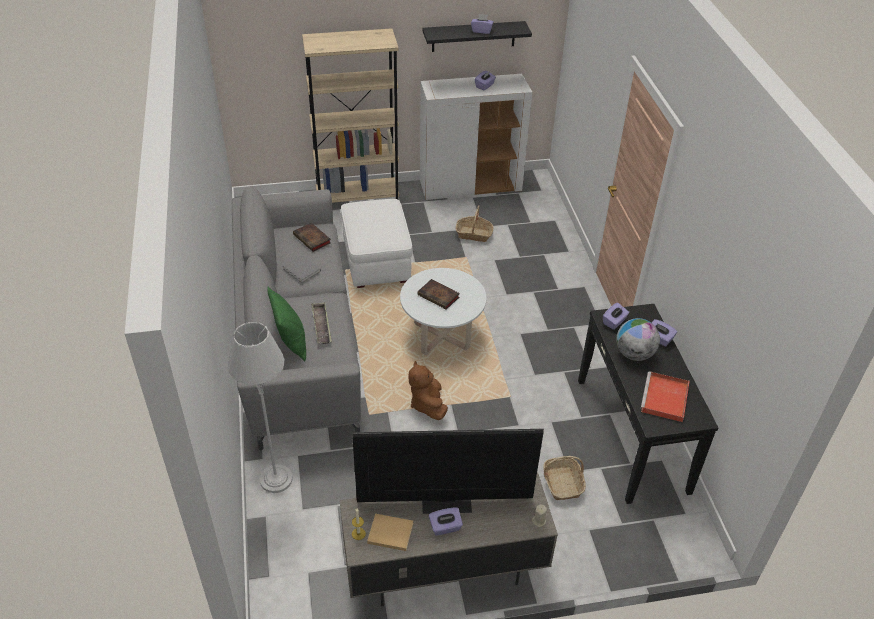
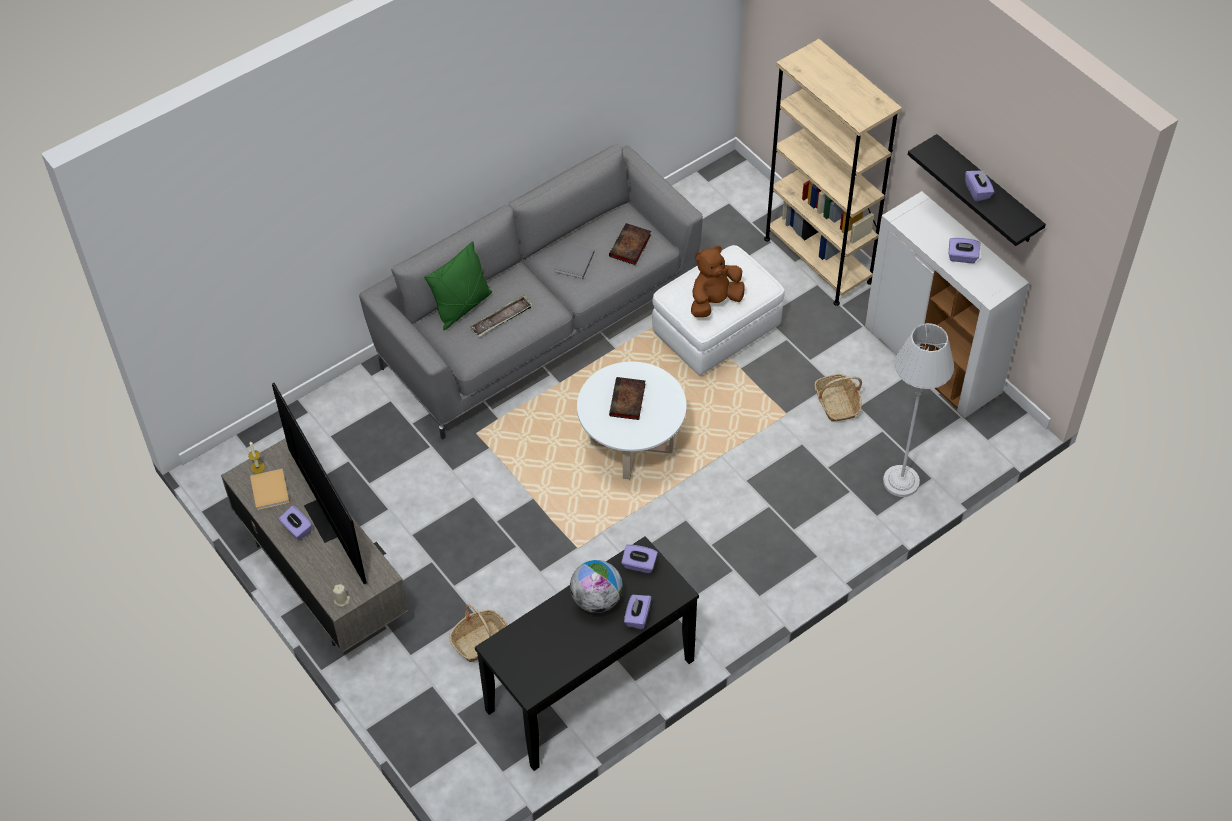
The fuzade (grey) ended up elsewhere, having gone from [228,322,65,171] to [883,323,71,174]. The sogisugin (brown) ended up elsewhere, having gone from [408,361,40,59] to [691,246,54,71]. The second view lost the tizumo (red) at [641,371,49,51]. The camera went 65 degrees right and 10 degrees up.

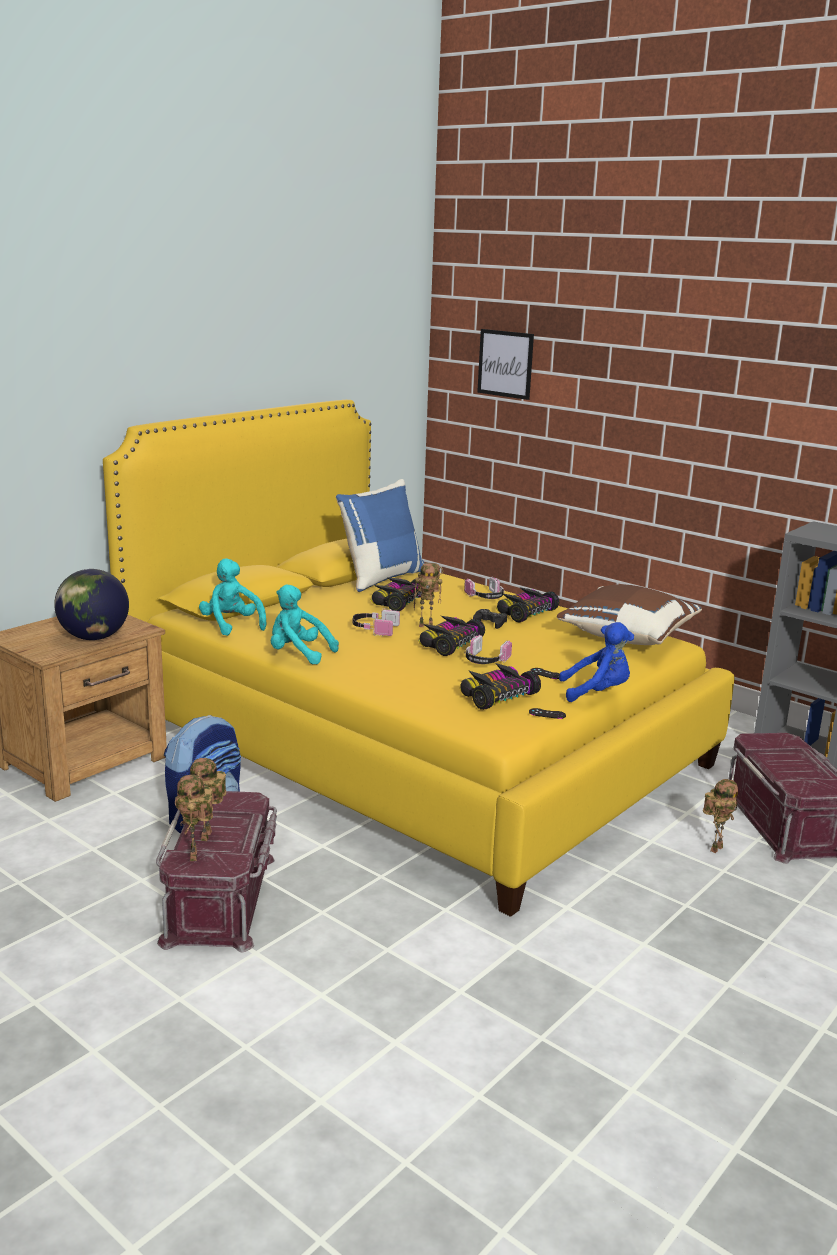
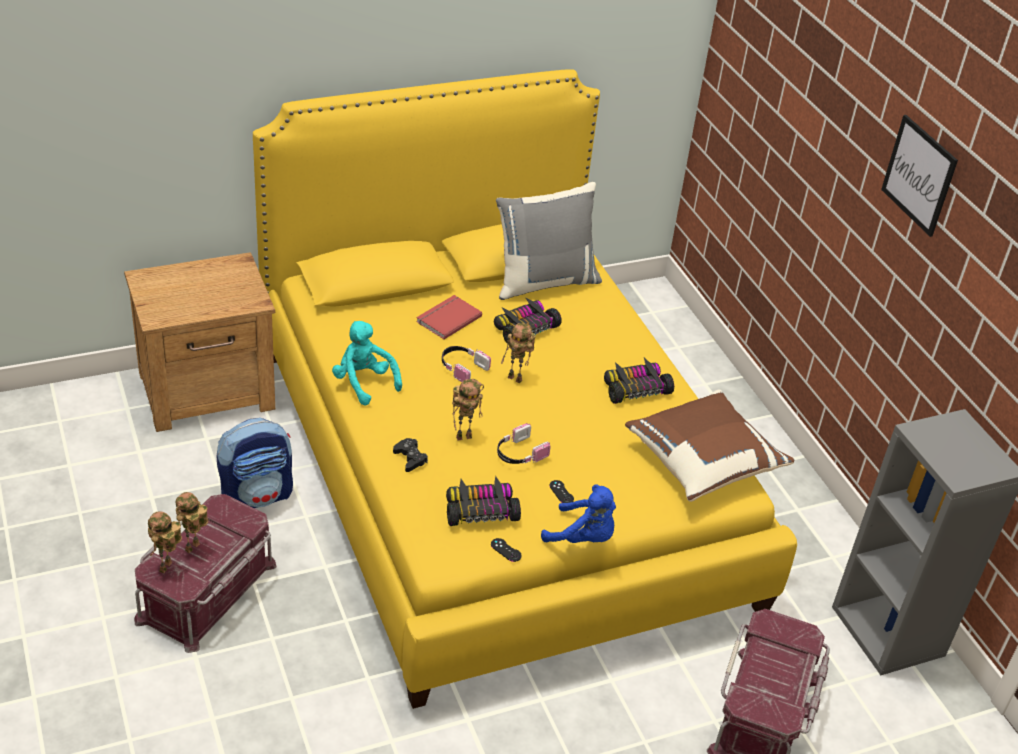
The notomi ended up elsewhere, having gone from [477,329,57,71] to [881,115,77,122]. What was the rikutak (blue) at [336,479,88,113] turned into the rikutak (grey) at [496,182,106,118]. The second view lost the sogisugin (turquoise) at [199,558,67,78]. The second view lost the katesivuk at [54,569,75,71]. The second view lost the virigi at [464,577,41,22]. The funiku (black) ended up elsewhere, having gone from [473,609,34,20] to [393,438,35,34]. The second view lost the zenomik at [418,616,67,40]. The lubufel ended up elsewhere, having gone from [703,779,35,74] to [452,379,32,62]. The second view gained the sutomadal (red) at [416,295,66,44]. The camera went 25 degrees right and 20 degrees up.

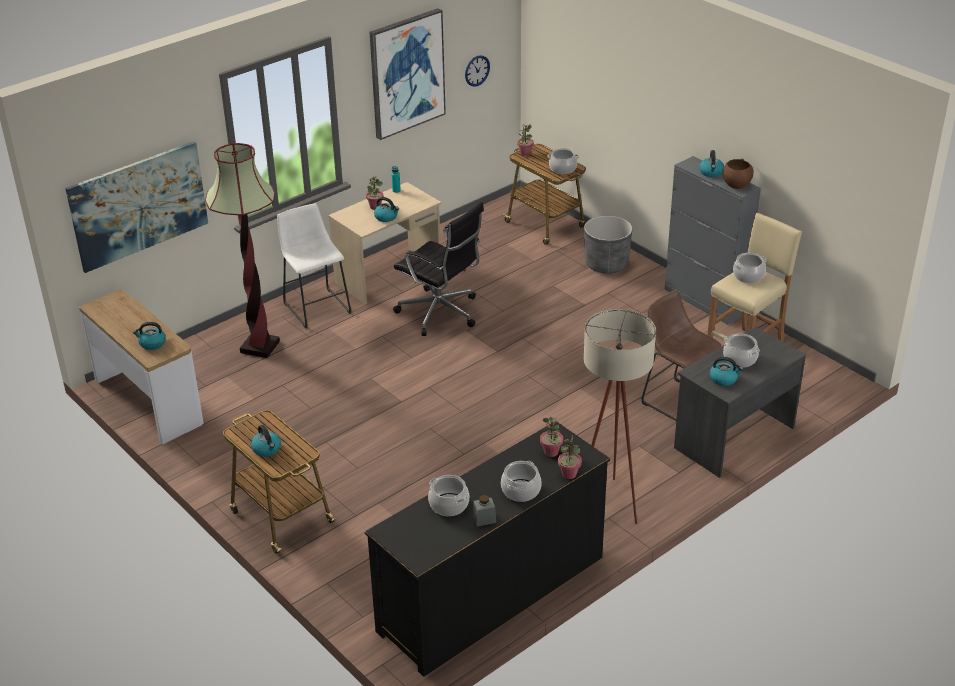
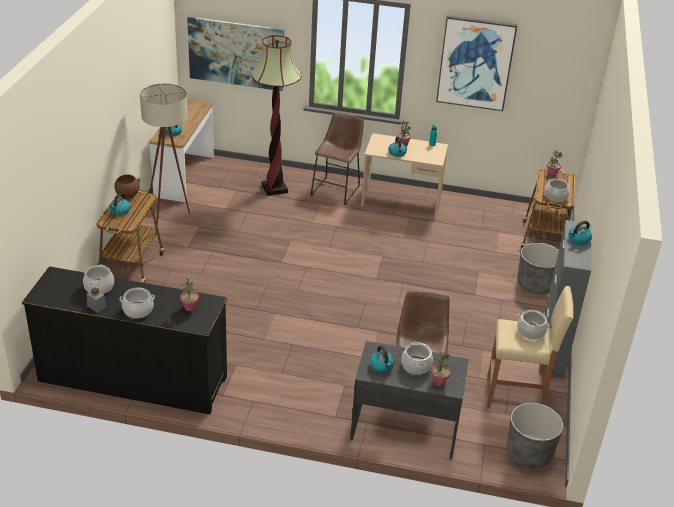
The second view lost the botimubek at [465,55,25,32]. The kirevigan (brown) ended up elsewhere, having gone from [723,158,30,31] to [114,175,27,24]. The second view lost the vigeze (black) at [393,202,91,134]. What was the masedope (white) at [277,204,74,125] turned into the masedope (brown) at [311,112,53,93]. The fuzade (beige) ended up elsewhere, having gone from [584,309,72,215] to [140,83,50,143]. The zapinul ended up elsewhere, having gone from [558,436,24,43] to [431,353,20,33]. The second view gained the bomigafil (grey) at [507,403,56,65]. The camera went 50 degrees right and 0 degrees up.

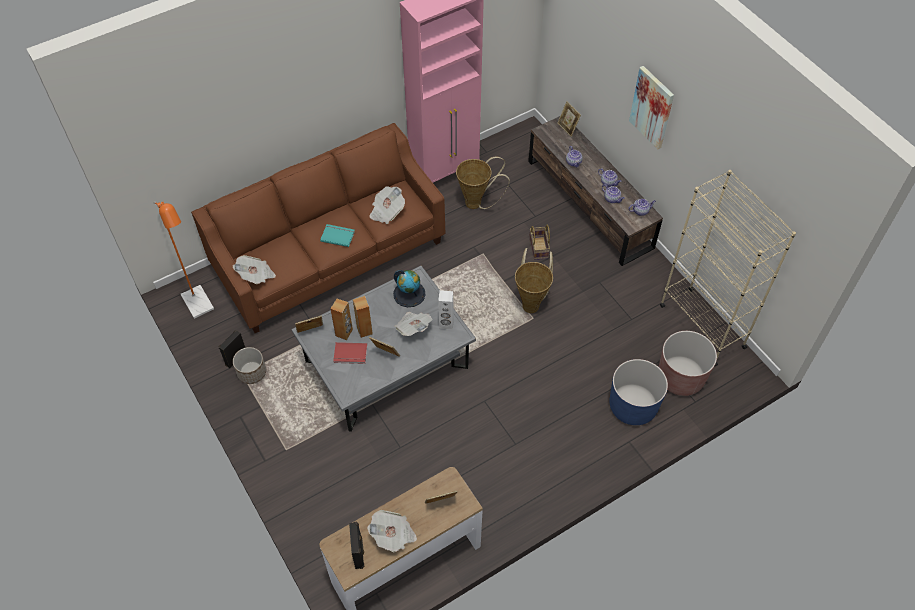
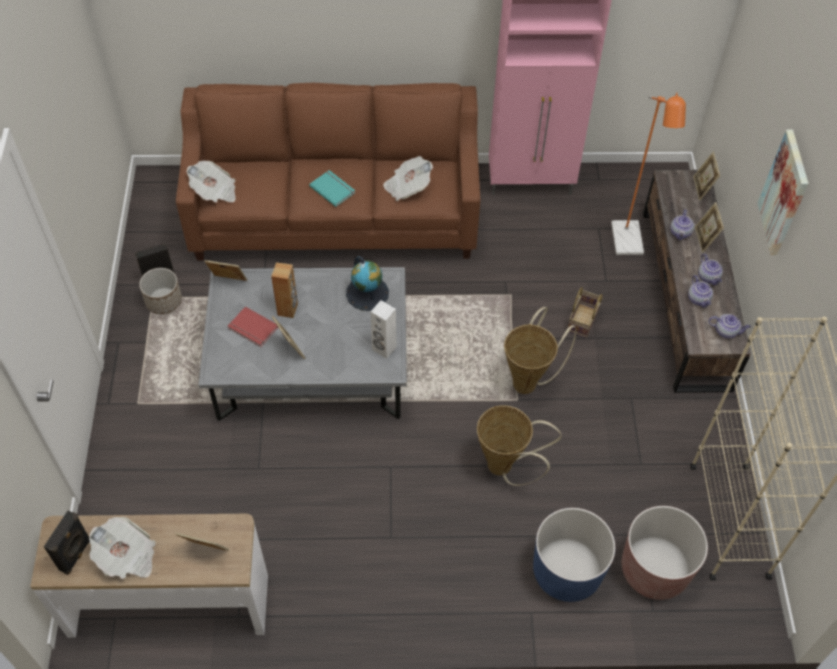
The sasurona ended up elsewhere, having gone from [456,156,54,53] to [477,405,85,81]. The fuzade (orange) ended up elsewhere, having gone from [153,201,61,118] to [611,93,75,162]. The second view lost the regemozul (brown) at [330,299,23,41]. The second view lost the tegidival at [394,312,39,24]. The second view gained the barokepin at [695,202,29,51]. The camera went 30 degrees right and 0 degrees up.

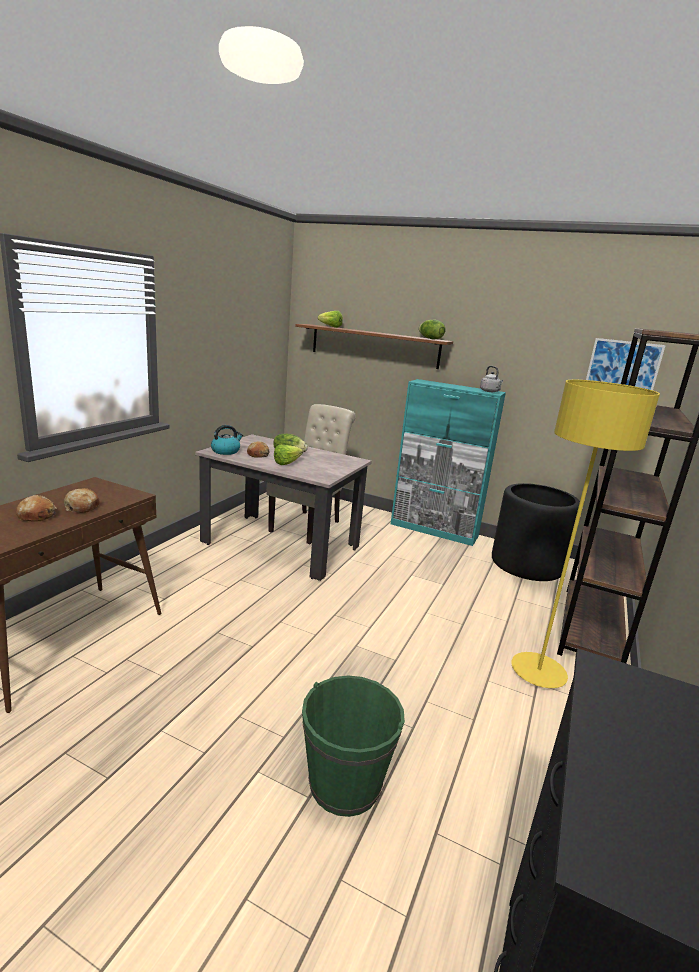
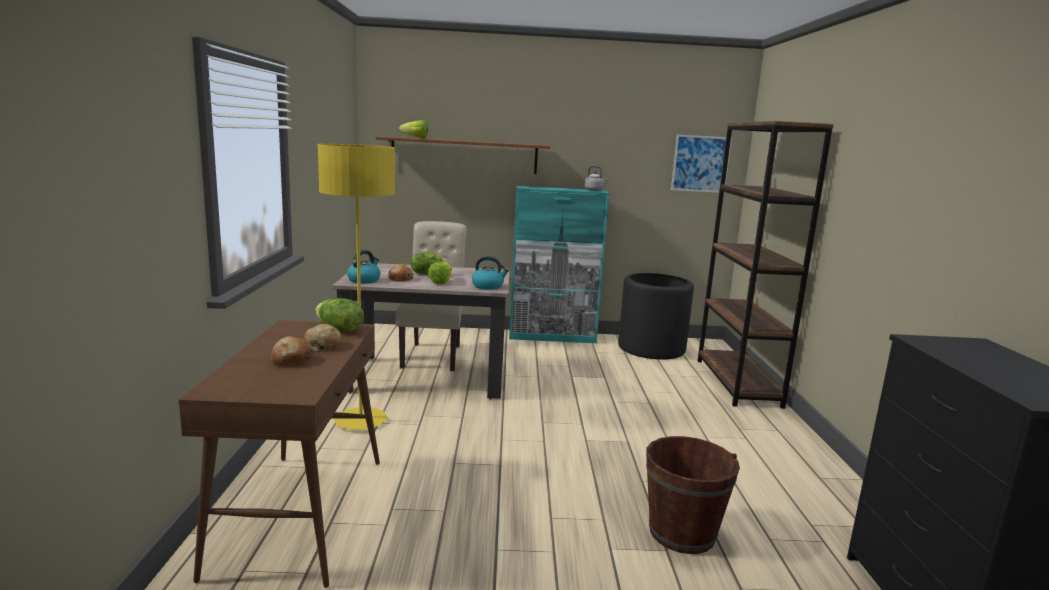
The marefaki ended up elsewhere, having gone from [419,320,27,20] to [315,298,49,33]. The fuzade (yellow) ended up elsewhere, having gone from [511,380,149,308] to [318,144,77,286]. What was the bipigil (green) at [302,675,103,142] turned into the bipigil (brown) at [646,436,94,118]. The second view gained the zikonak at [472,256,37,34]. The camera went 25 degrees left and 5 degrees down.

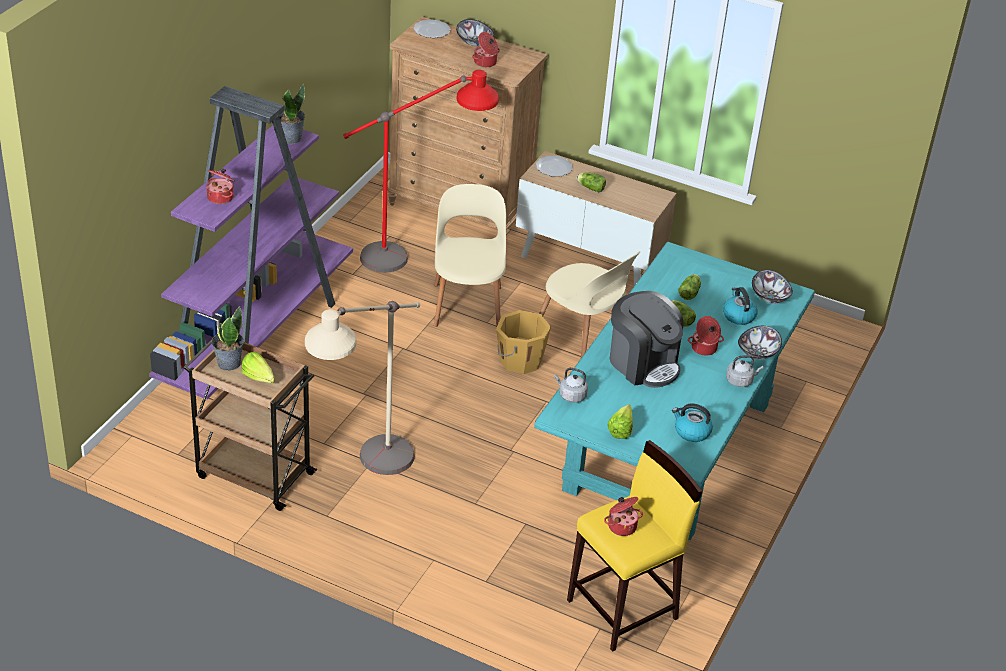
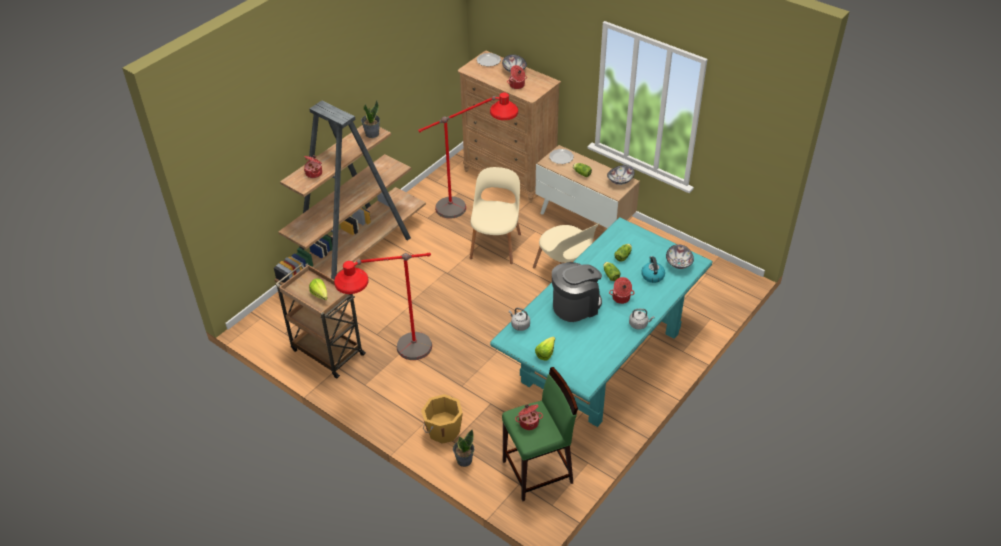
What was the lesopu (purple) at [149,86,204,314] turned into the lesopu (brown) at [274,101,152,184]. The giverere at [610,291,74,97] ended up facing another way, 90 degrees counterclockwise from before. What was the fuzade (beige) at [305,301,115,174] turned into the fuzade (red) at [334,252,98,108]. The zapinul ended up elsewhere, having gone from [212,306,32,65] to [453,430,21,37]. The bipigil (orange) ended up elsewhere, having gone from [496,310,55,64] to [421,394,42,50]. The kirevigan ended up elsewhere, having gone from [738,326,44,34] to [607,165,28,20]. The second view lost the zikonak at [672,403,41,39]. What was the masedope (yellow) at [567,440,136,212] turned into the masedope (green) at [502,367,76,134]. The camera went 15 degrees right and 5 degrees up.

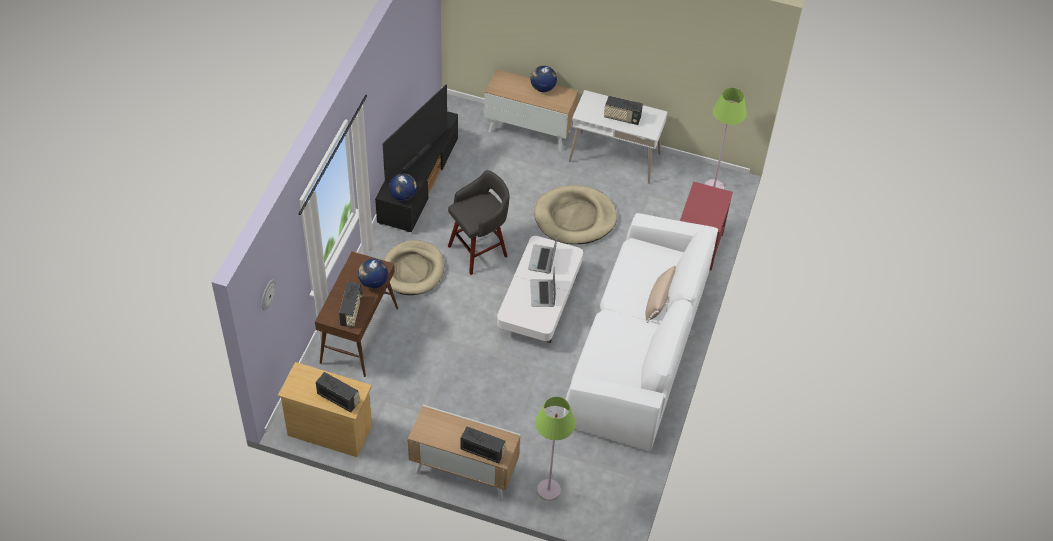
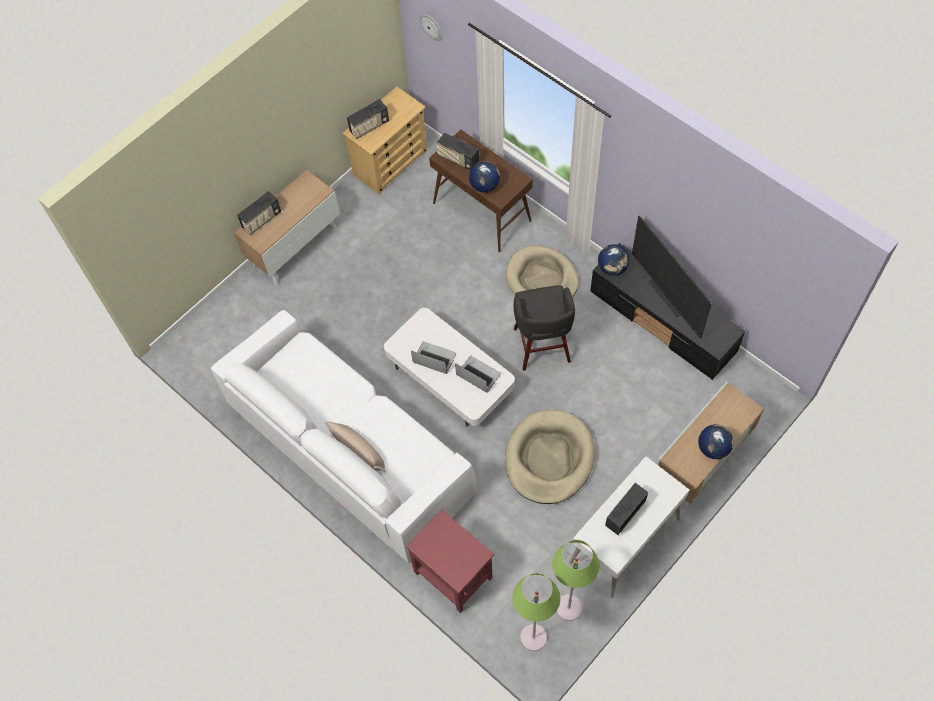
The fuzade (green) ended up elsewhere, having gone from [535,397,41,104] to [552,540,47,81]. The camera went 120 degrees right and 10 degrees up.

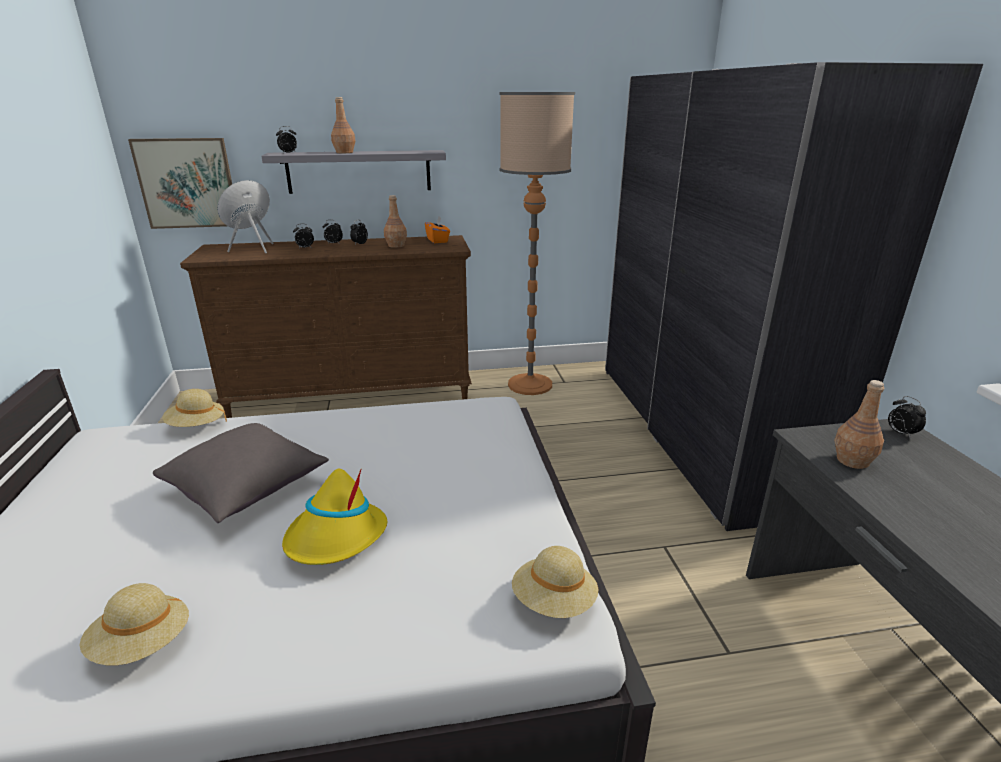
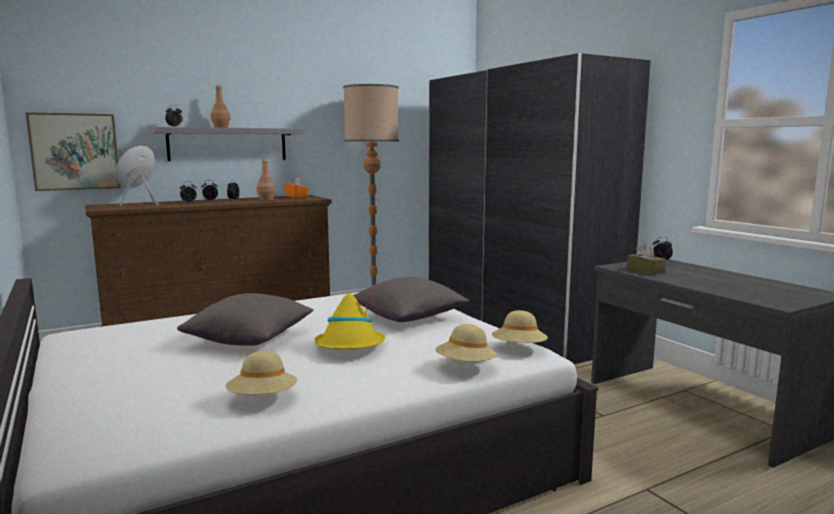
Where the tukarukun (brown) stood at [834,380,50,89], the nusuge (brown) came to stand at [627,243,39,32]. The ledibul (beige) ended up elsewhere, having gone from [162,389,65,38] to [435,324,62,37]. The second view gained the rikutak (grey) at [353,277,116,45]. The camera went 20 degrees left and 15 degrees down.

